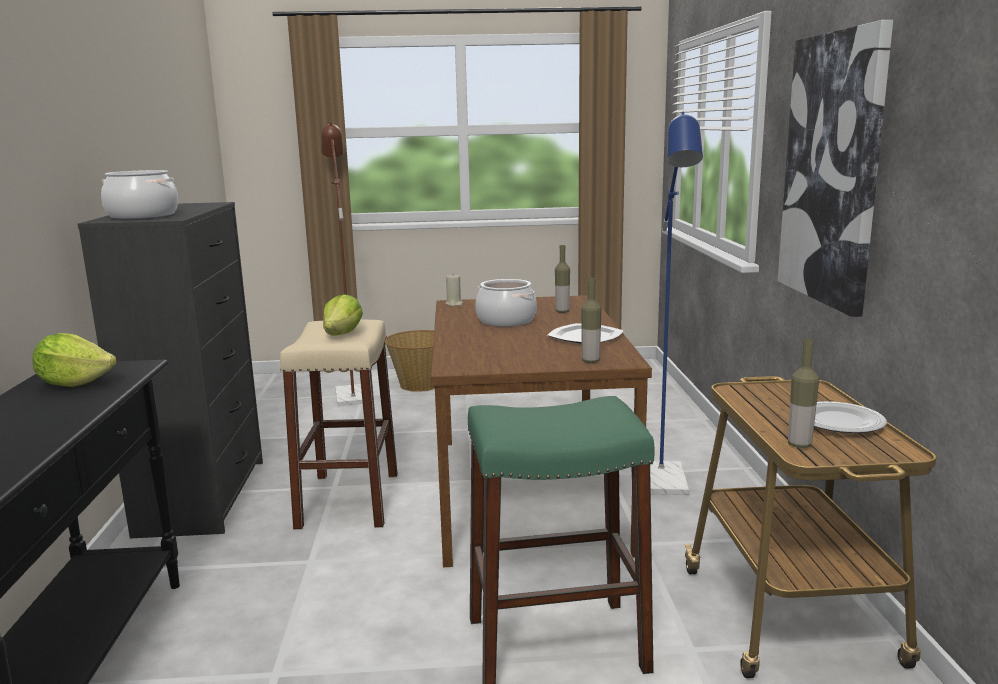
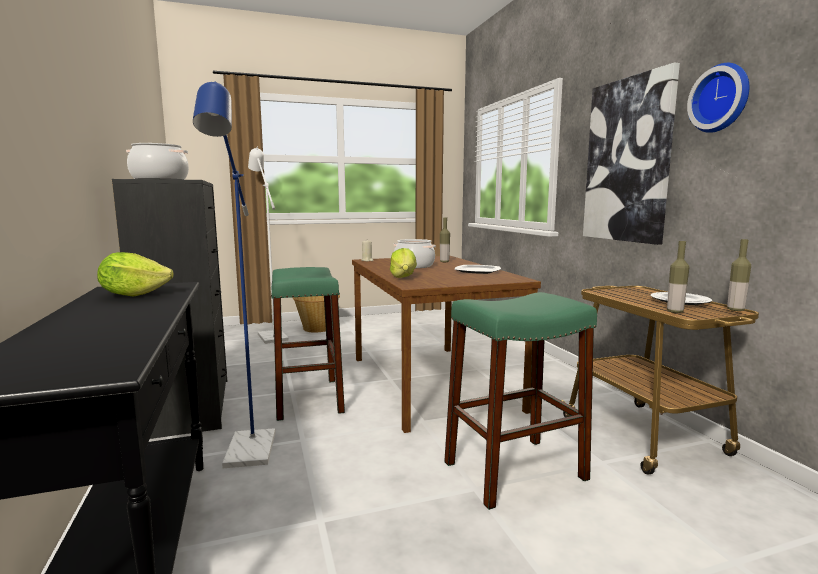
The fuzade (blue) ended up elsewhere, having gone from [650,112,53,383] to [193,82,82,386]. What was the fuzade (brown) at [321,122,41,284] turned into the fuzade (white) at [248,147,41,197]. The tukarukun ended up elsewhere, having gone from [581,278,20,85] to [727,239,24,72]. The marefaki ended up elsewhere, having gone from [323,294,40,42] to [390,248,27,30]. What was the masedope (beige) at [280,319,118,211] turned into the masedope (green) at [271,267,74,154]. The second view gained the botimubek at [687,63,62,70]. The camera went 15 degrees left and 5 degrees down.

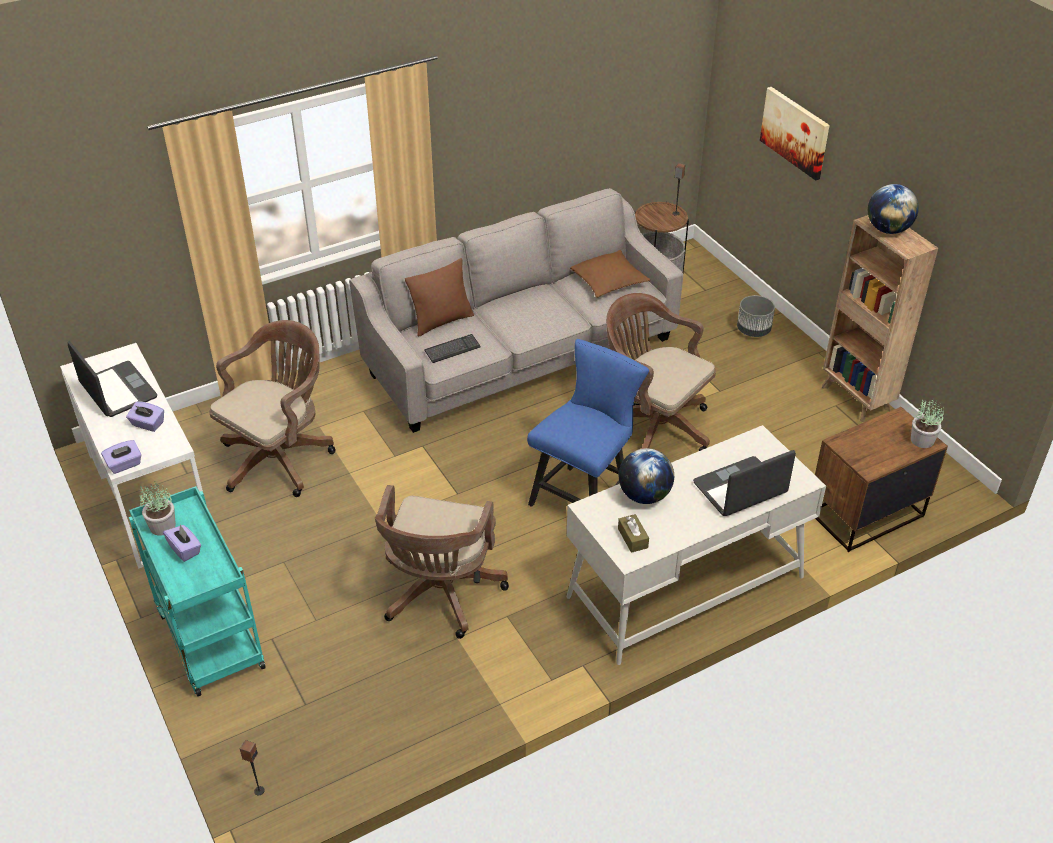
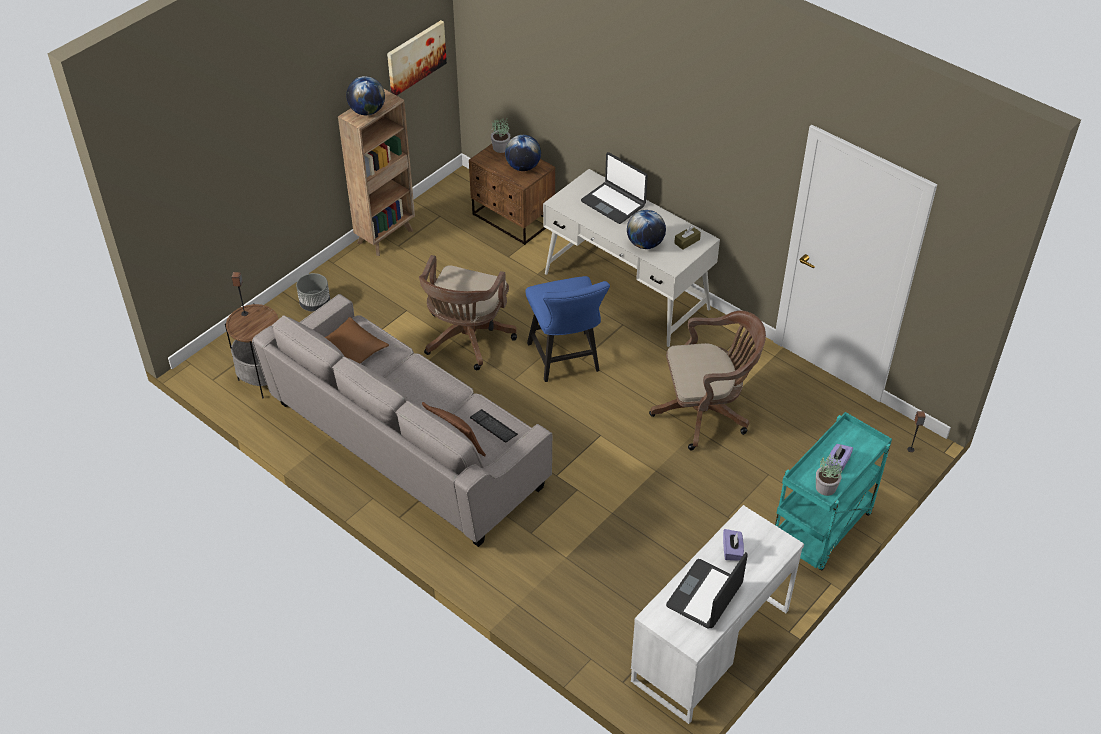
The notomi ended up elsewhere, having gone from [760,87,70,93] to [387,20,60,76]. The second view lost the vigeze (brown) at [209,320,127,177]. The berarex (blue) at [527,339,122,168] ended up facing another way, 120 degrees counterclockwise from before. The second view lost the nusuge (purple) at [101,440,41,34]. The second view gained the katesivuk at [505,135,36,36]. The camera went 110 degrees left and 5 degrees up.

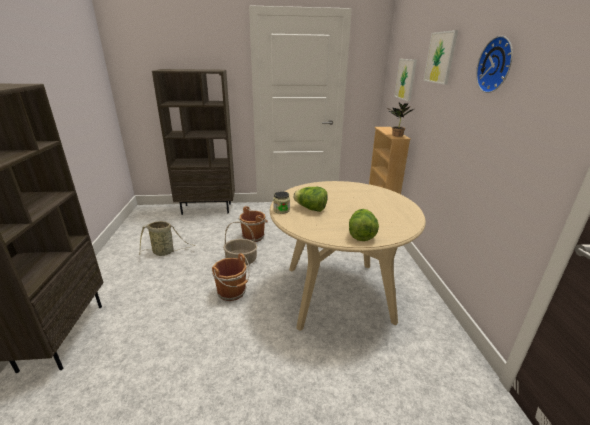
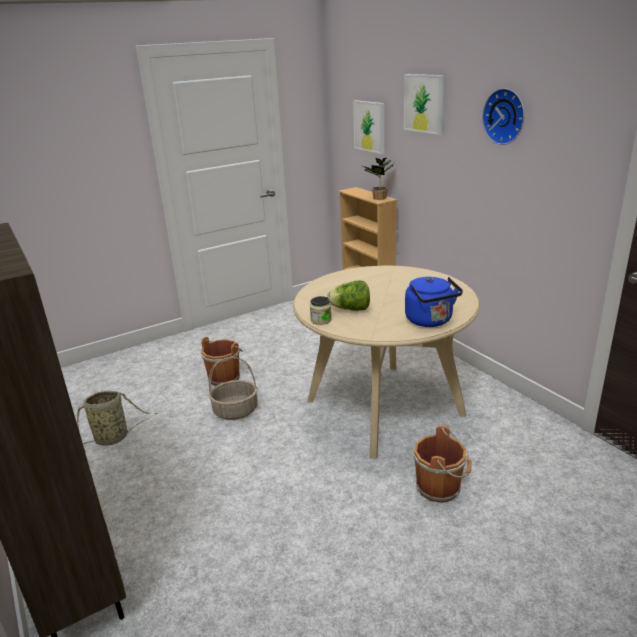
The second view lost the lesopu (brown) at [152,69,83,146]. Where the marefaki stood at [349,209,30,32], the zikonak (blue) came to stand at [405,277,58,50]. The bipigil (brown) ended up elsewhere, having gone from [212,253,38,48] to [413,425,59,78]. The camera went 25 degrees left and 0 degrees up.

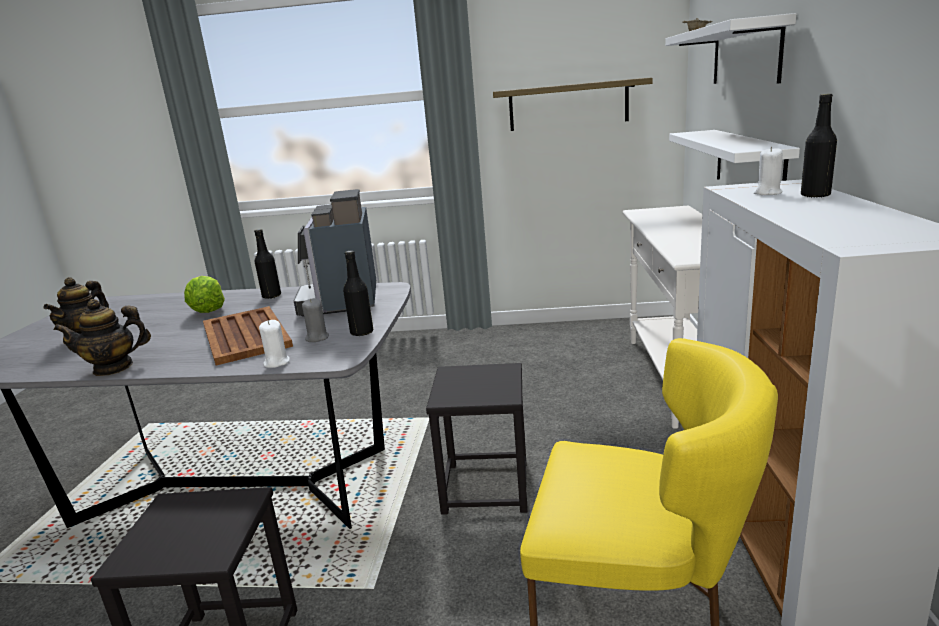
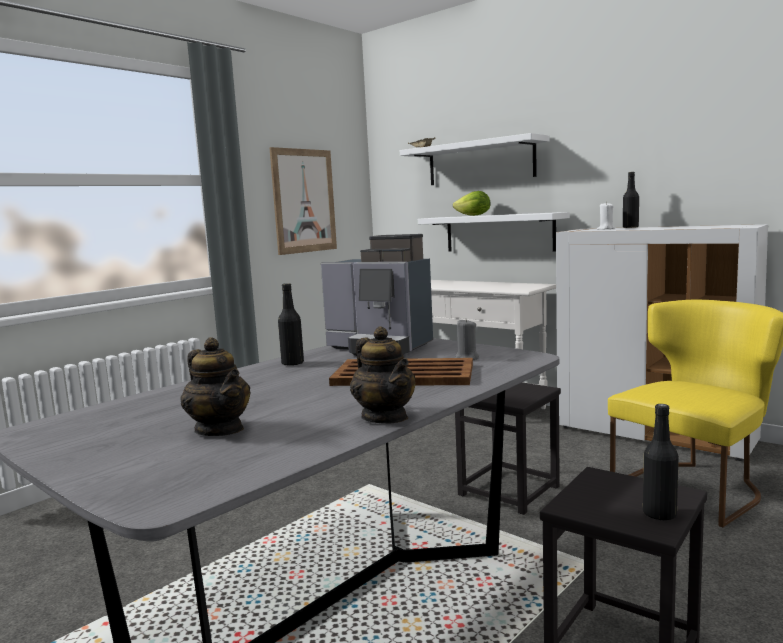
Where the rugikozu hung at [493,78,160,53], the notomi came to hang at [269,147,68,108]. The tukarukun (black) ended up elsewhere, having gone from [343,250,30,86] to [643,404,36,117]. The marefaki ended up elsewhere, having gone from [184,276,41,37] to [453,191,37,25]. The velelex at [53,299,98,77] ended up facing another way, 45 degrees counterclockwise from before. The second view lost the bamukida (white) at [259,320,31,48]. The camera went 55 degrees left and 10 degrees down.

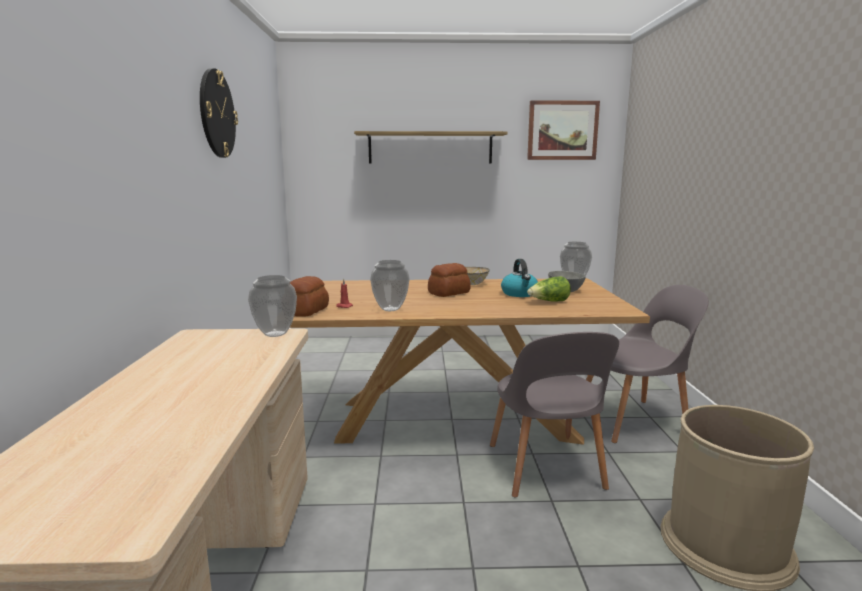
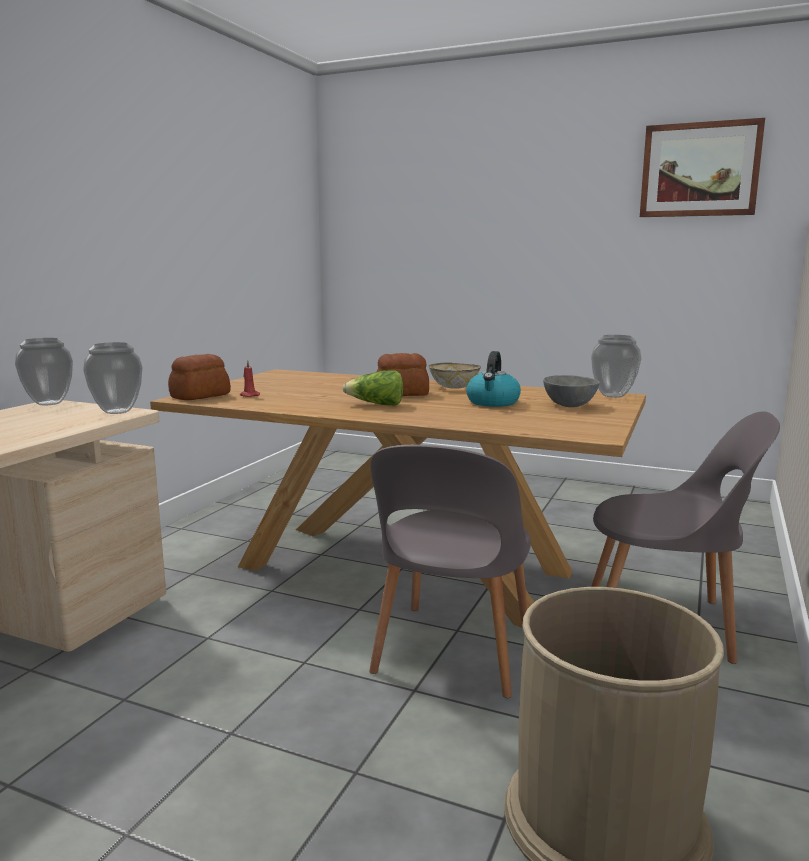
The second view lost the botimubek at [200,68,38,90]. The second view lost the rugikozu at [354,131,154,33]. The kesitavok ended up elsewhere, having gone from [370,260,40,51] to [15,338,58,67]. The marefaki ended up elsewhere, having gone from [527,276,44,26] to [342,371,61,35]. The camera went 25 degrees right and 0 degrees up.

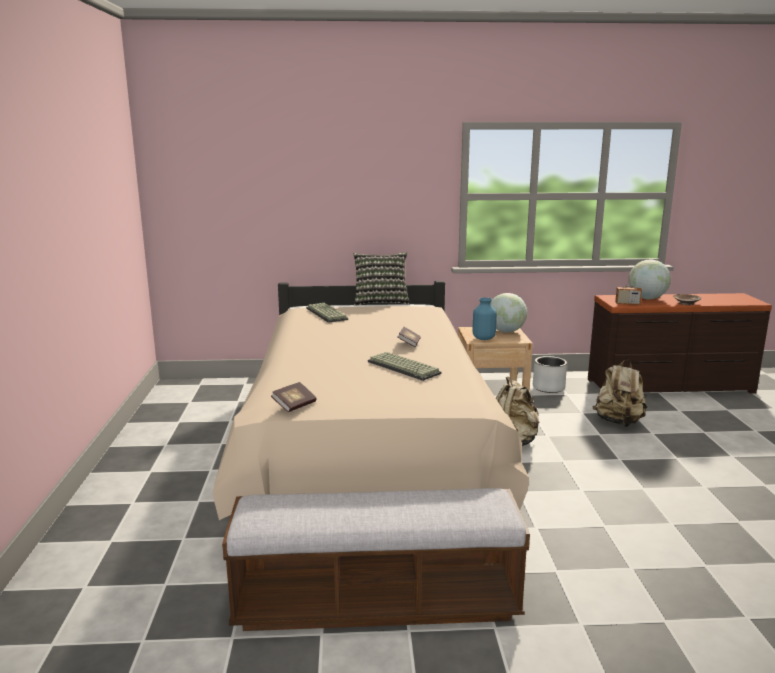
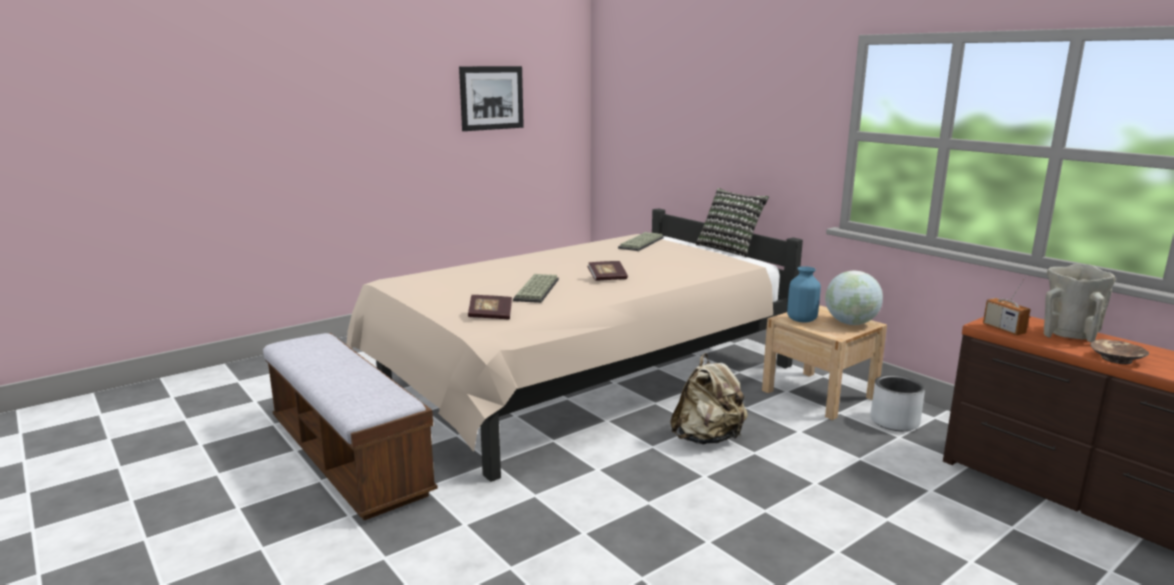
Where the katesivuk stood at [628,259,43,40], the kesitavok (beige) came to stand at [1044,264,72,78]. The second view lost the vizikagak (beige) at [592,359,55,68]. The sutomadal ended up elsewhere, having gone from [271,382,46,30] to [468,295,44,24]. The second view gained the notomi at [459,66,65,65]. The camera went 55 degrees right and 0 degrees up.

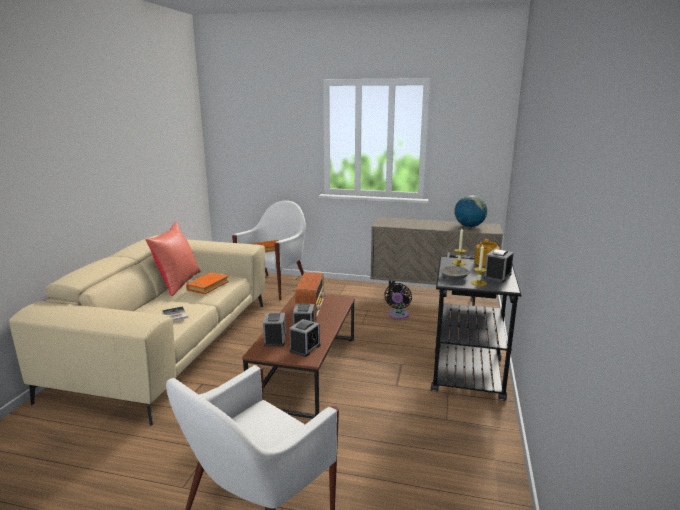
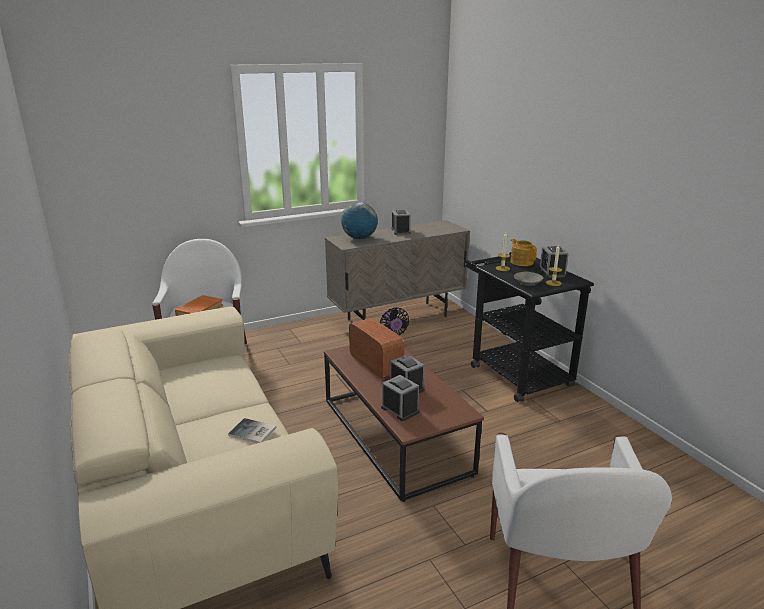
The katesivuk ended up elsewhere, having gone from [454,195,33,32] to [341,202,37,37]. The second view lost the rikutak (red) at [146,221,55,75]. The second view lost the sutomadal (orange) at [186,273,43,21]. The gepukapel ended up elsewhere, having gone from [290,319,31,38] to [392,210,19,25]. The camera went 40 degrees left and 5 degrees up.

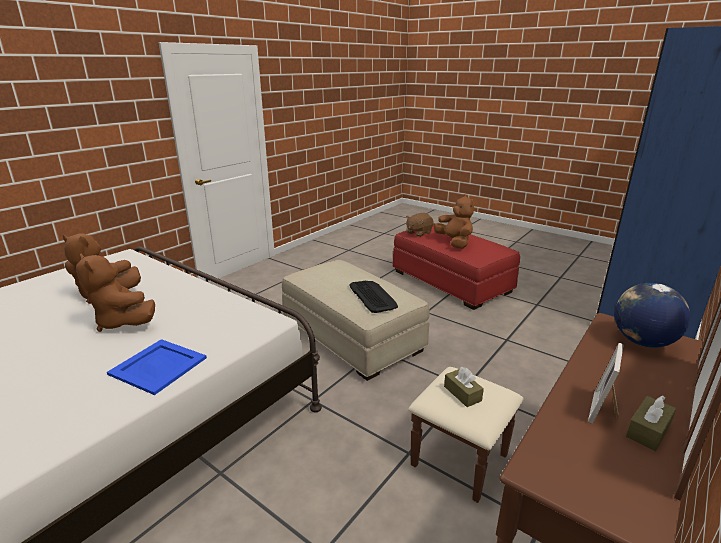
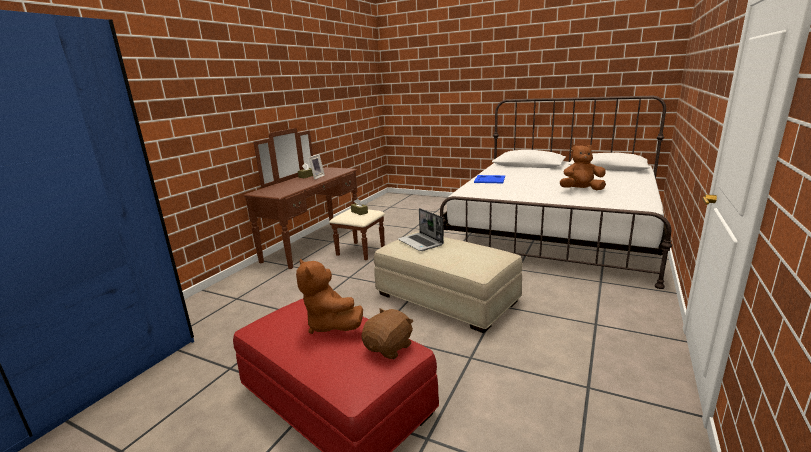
The second view lost the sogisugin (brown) at [76,254,79,78]. Where the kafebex stood at [349,281,49,32], the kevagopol came to stand at [398,208,46,43]. The second view lost the katesivuk at [614,283,77,65]. The camera went 170 degrees right and 5 degrees down.

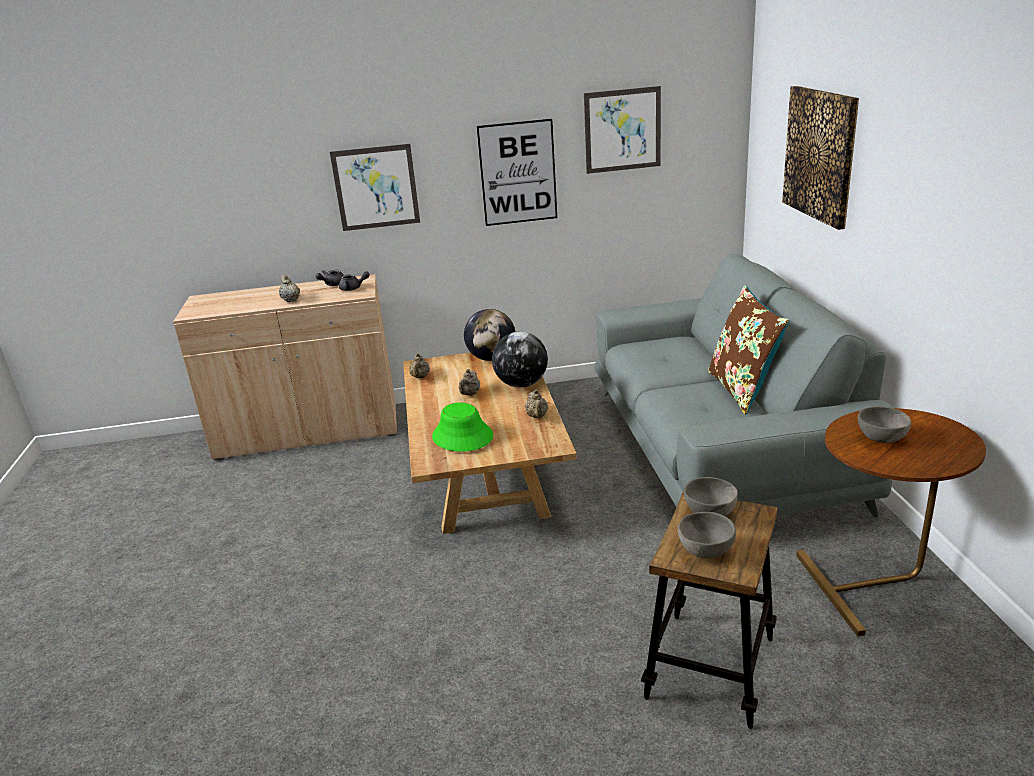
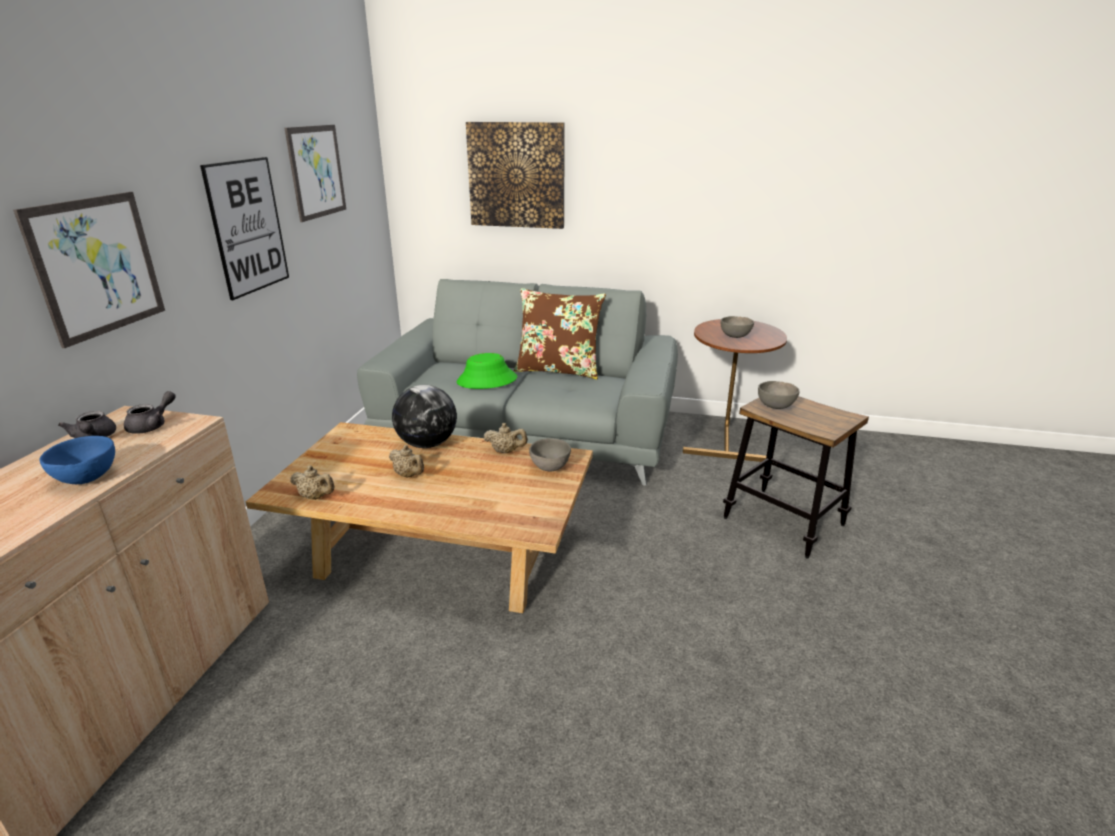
Where the velelex (beige) stood at [279,275,21,27], the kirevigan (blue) came to stand at [40,436,75,48]. The second view lost the katesivuk at [464,309,51,52]. The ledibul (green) ended up elsewhere, having gone from [432,402,61,50] to [457,353,60,36]. The kirevigan (grey) ended up elsewhere, having gone from [678,512,58,46] to [529,438,42,33]. The camera went 70 degrees left and 0 degrees up.

